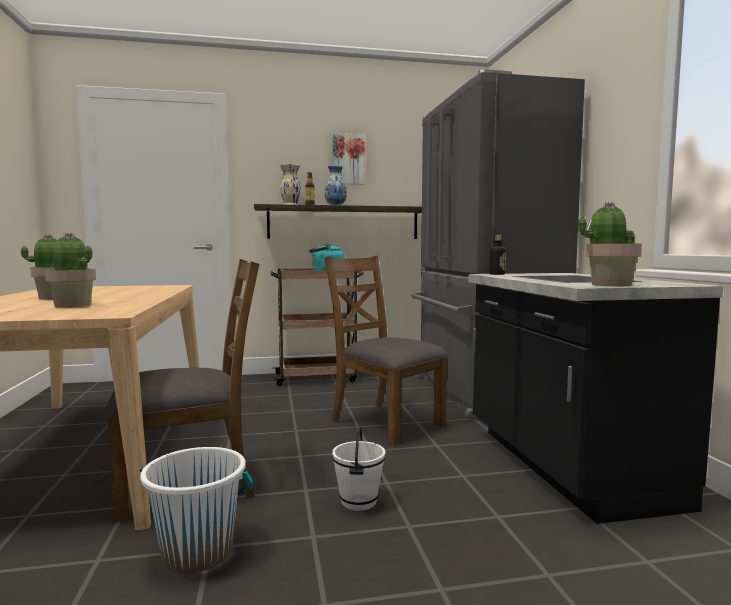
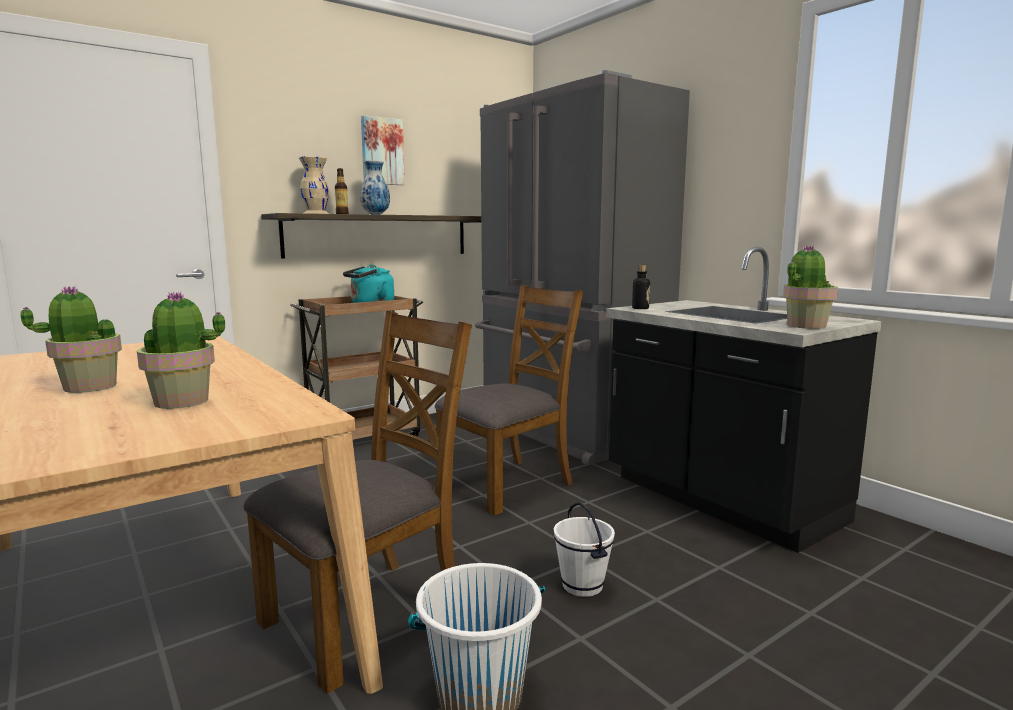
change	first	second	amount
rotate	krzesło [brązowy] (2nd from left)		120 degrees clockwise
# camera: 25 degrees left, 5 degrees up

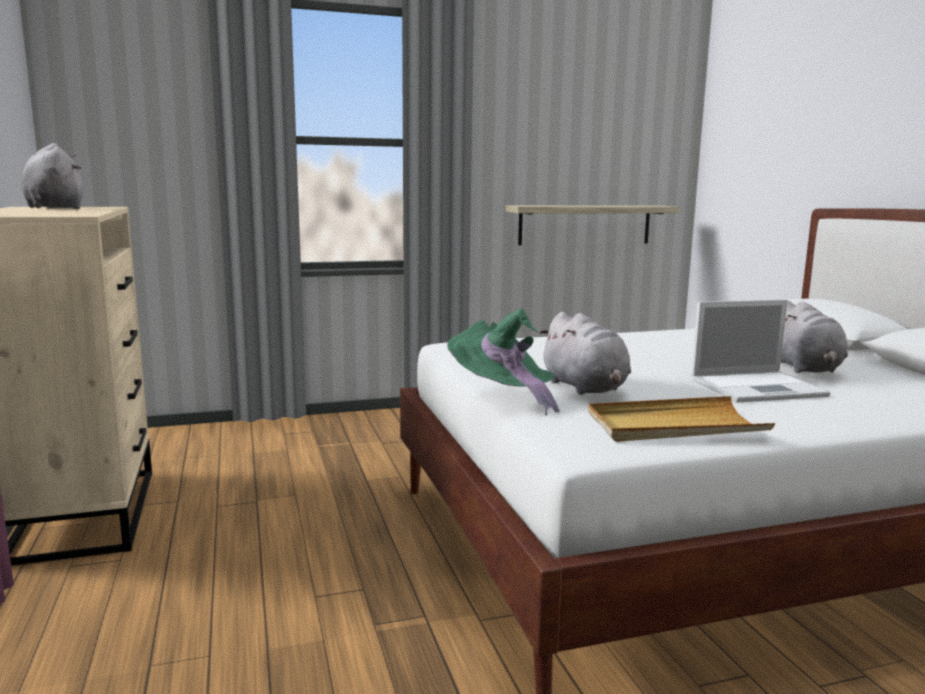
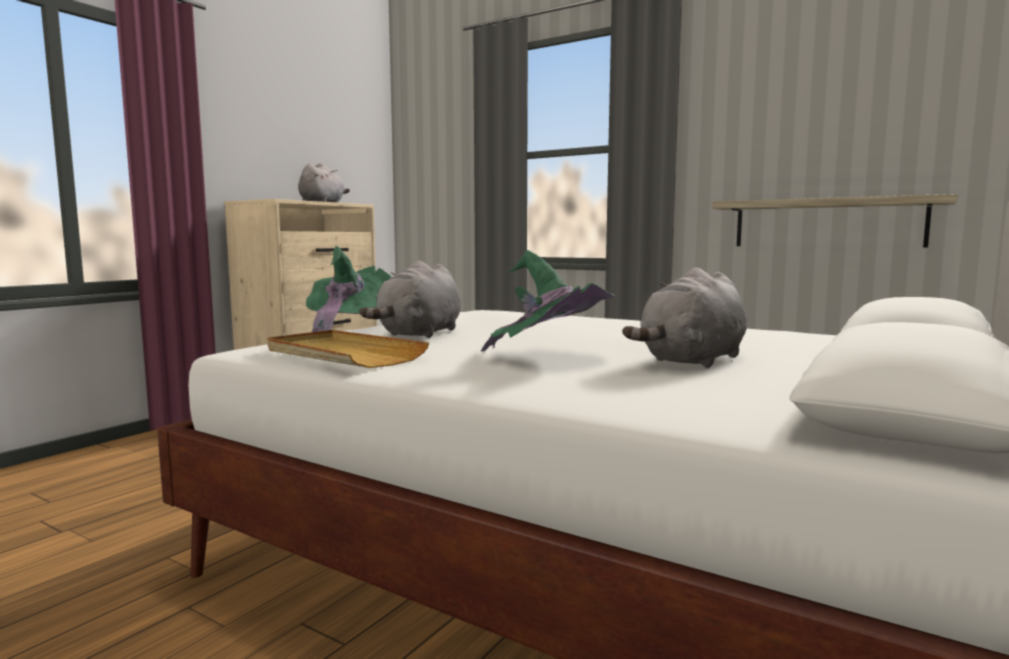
change	first	second	amount
replace	laptop	kapelusz [zielony] (2nd from left)	
# camera: 50 degrees right, 5 degrees down

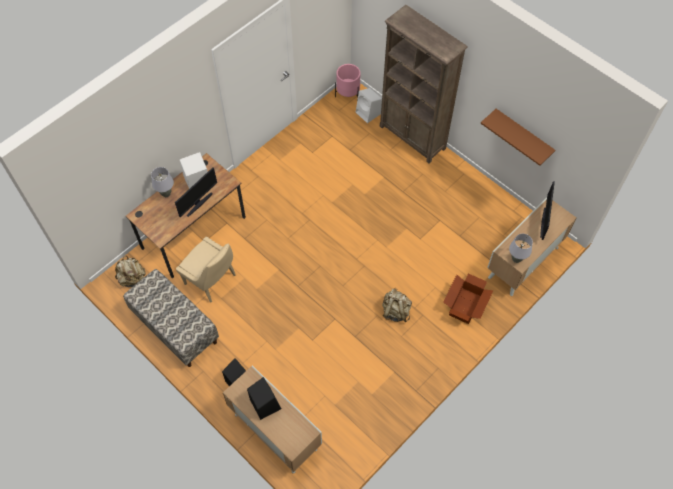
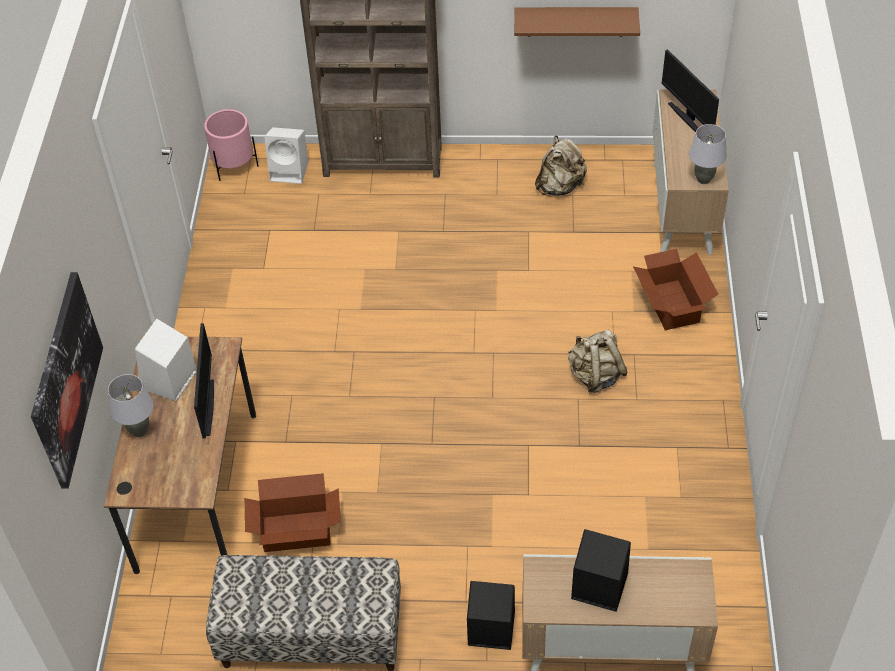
change	first	second	amount
replace	krzesło [beżowy]	karton (1st from left)	
move	plecak [beżowy] (1st from left)		
insert		obraz	
# camera: 40 degrees left, 10 degrees down

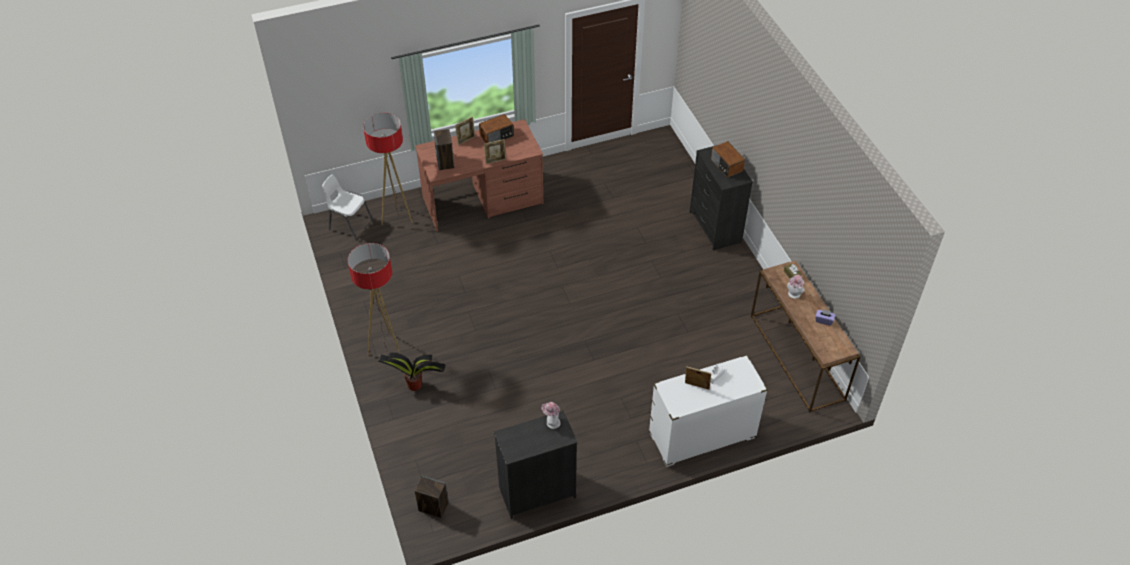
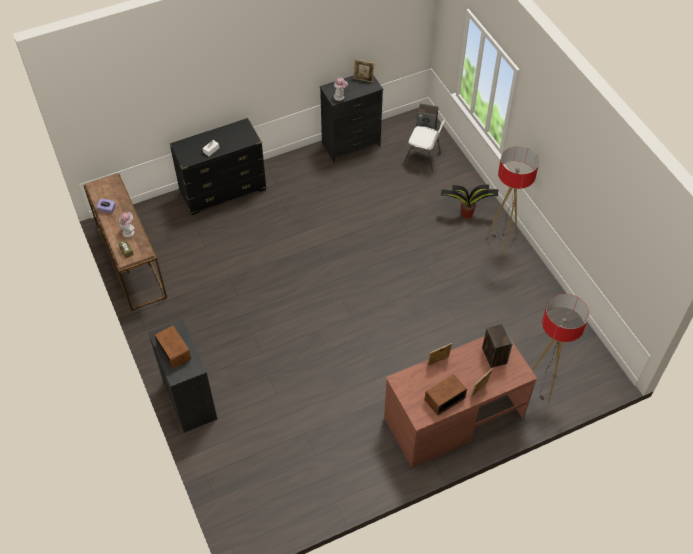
change	first	second	amount
move	krzesło [biały]		
recolor	komoda [biały]	komoda [czarny] (2nd from left)	
move	ramka na zdjęcie (3rd from left in the first image)	ramka na zdjęcie (1st from left)	
# camera: 175 degrees right, 5 degrees up

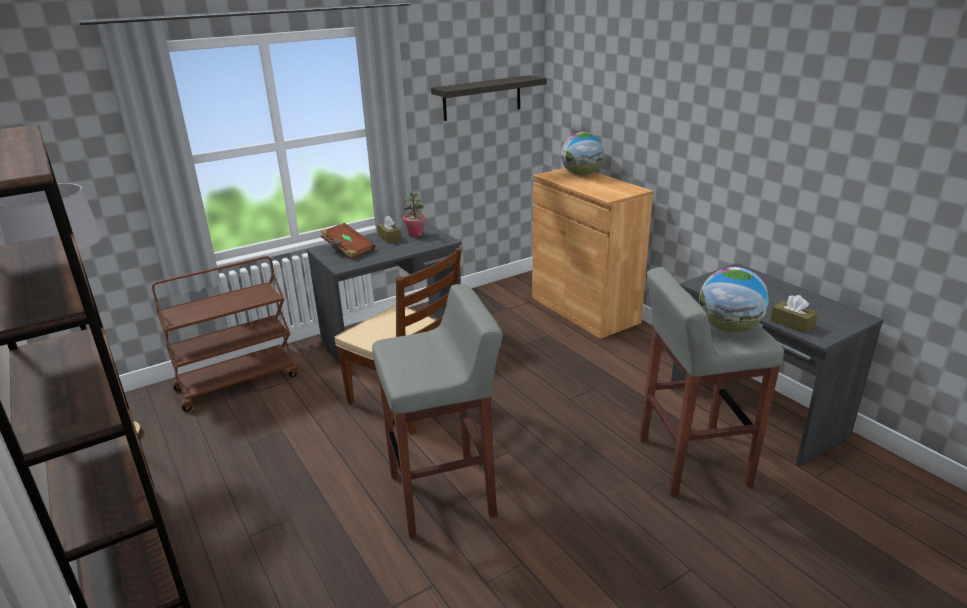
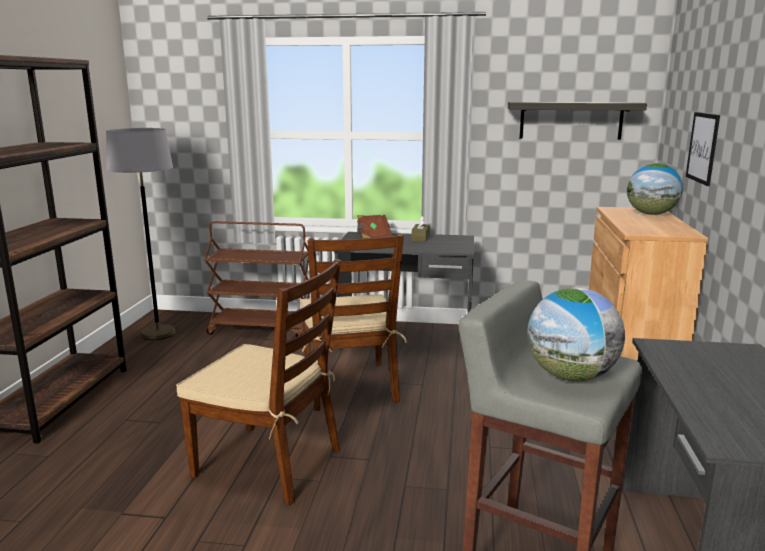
change	first	second	amount
delete	roślina doniczkowa		
replace	stołek [szary] (1st from left)	krzesło [brązowy] (1st from left)	
delete	pudełko chusteczek [brązowy] (2nd from left)		
insert		obraz	
# camera: 40 degrees right, 10 degrees down

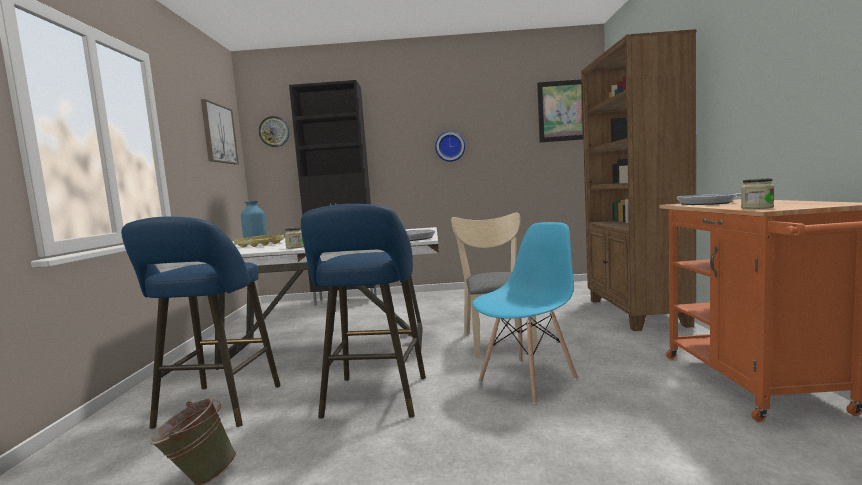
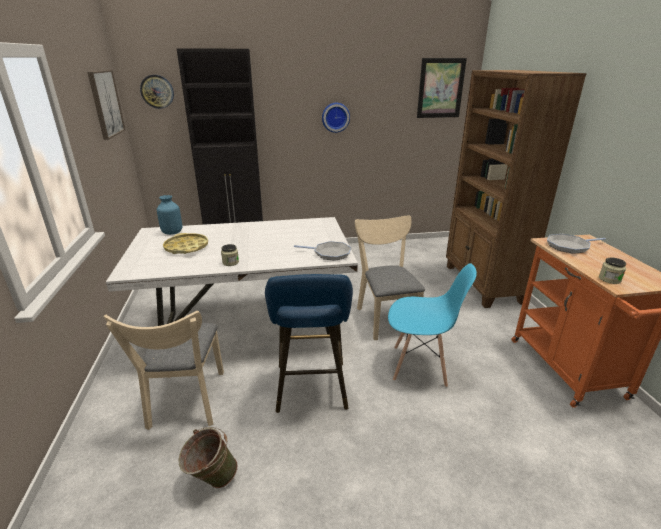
change	first	second	amount
replace	stołek [niebieski] (1st from left)	krzesło [beżowy] (1st from left)	
rotate	krzesło [niebieski]		60 degrees clockwise
# camera: 10 degrees left, 20 degrees up

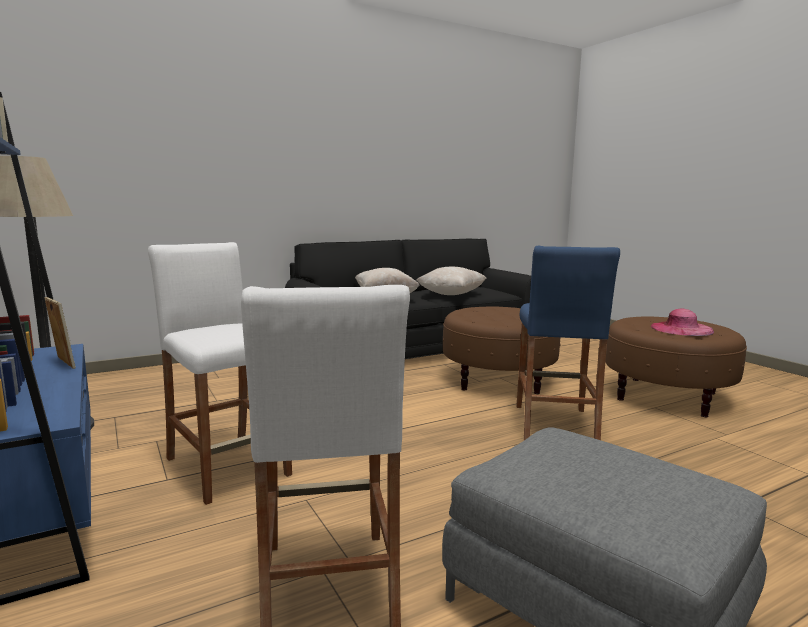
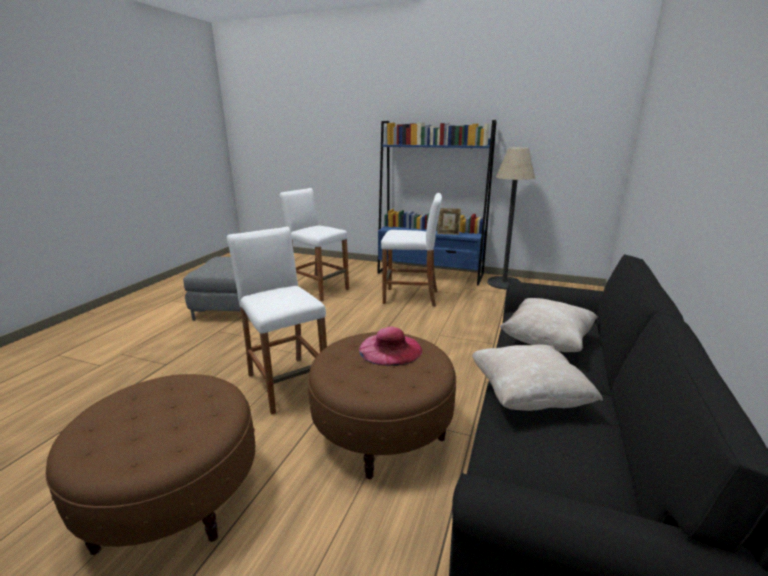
change	first	second	amount
recolor	stołek [niebieski]	stołek [biały] (1st from left)	
move	kapelusz [różowy]		
# camera: 140 degrees right, 10 degrees up

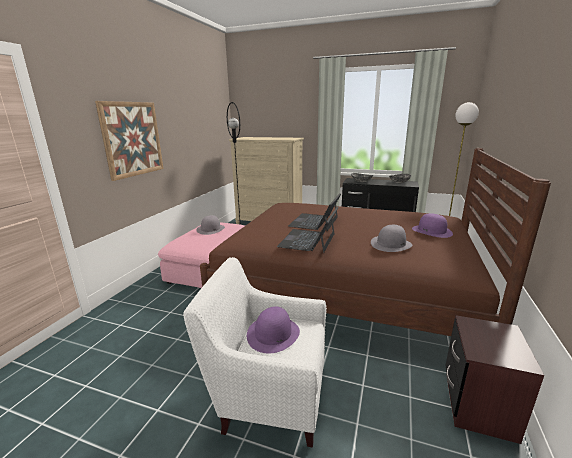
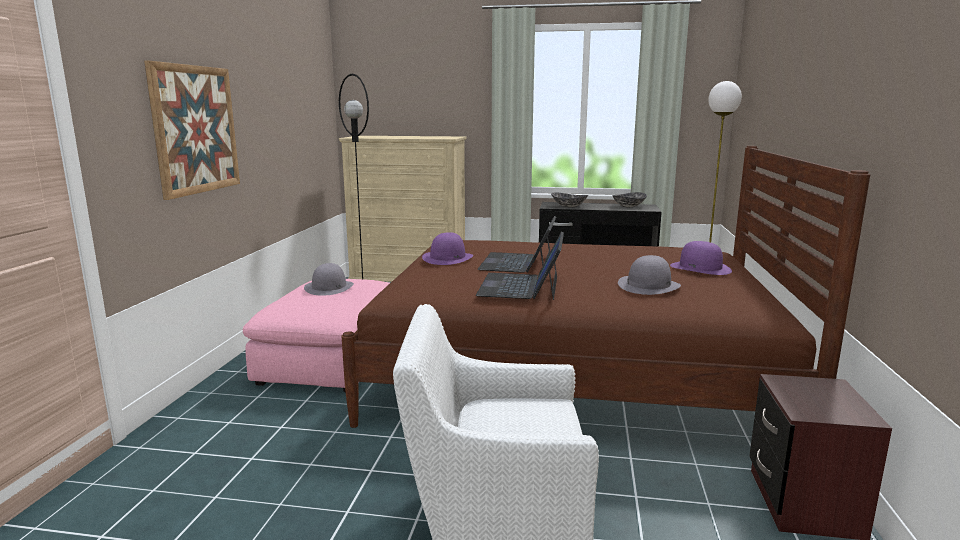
change	first	second	amount
move	kapelusz [fioletowy] (1st from left)		
# camera: 10 degrees left, 5 degrees down

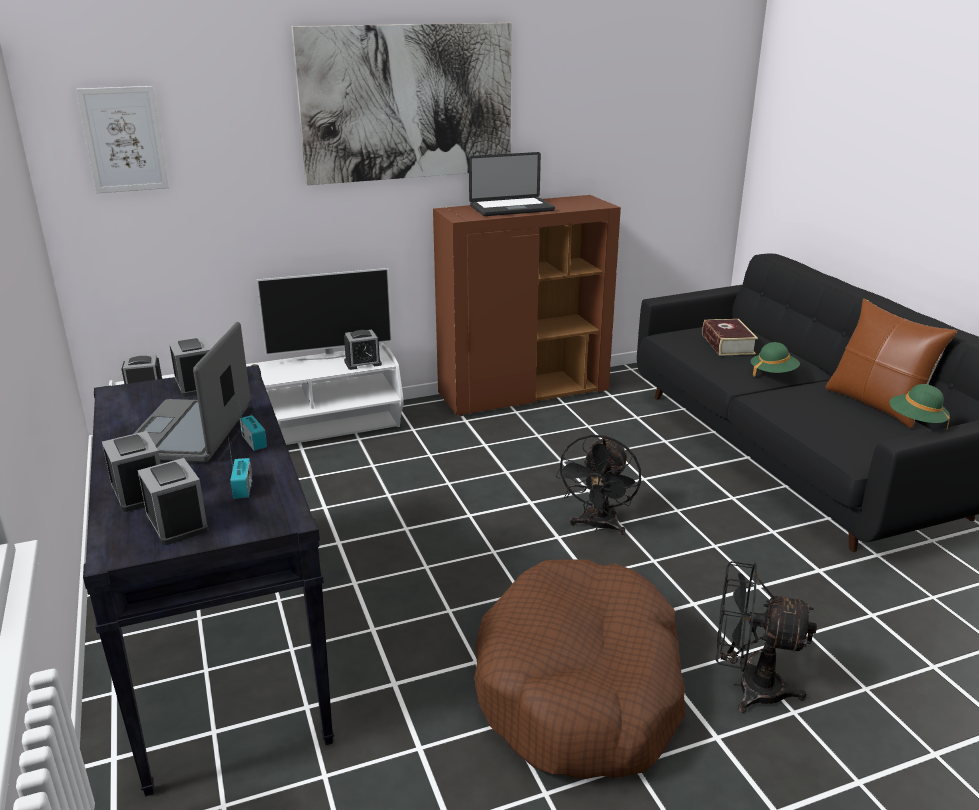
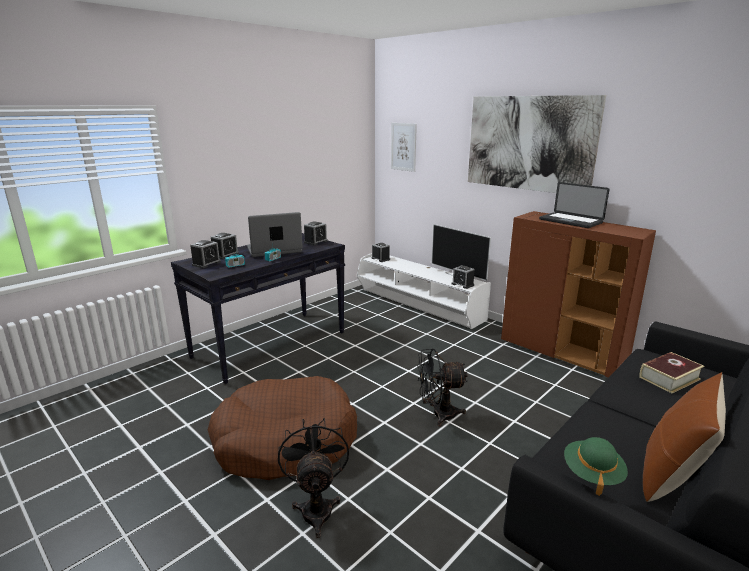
change	first	second	amount
delete	kapelusz [zielony] (1st from left)		
# camera: 65 degrees right, 5 degrees down

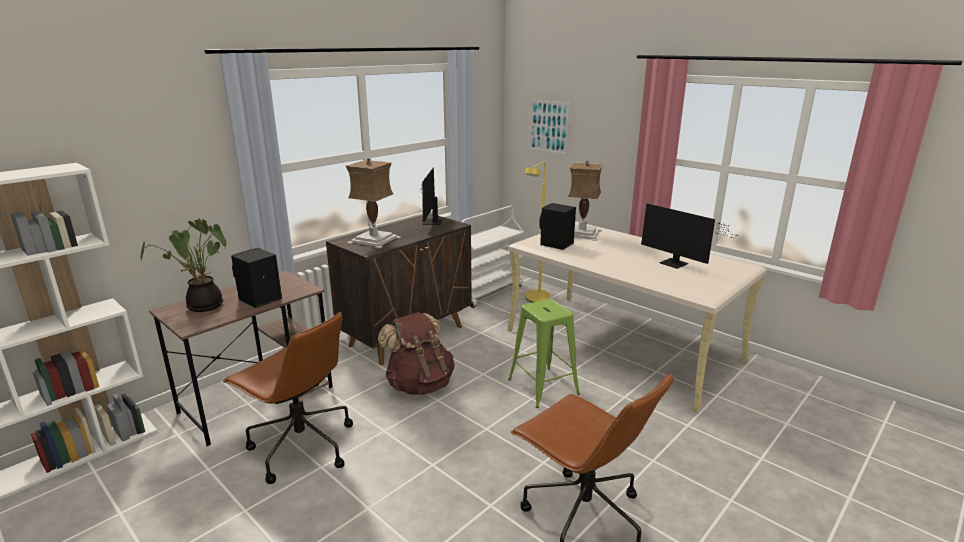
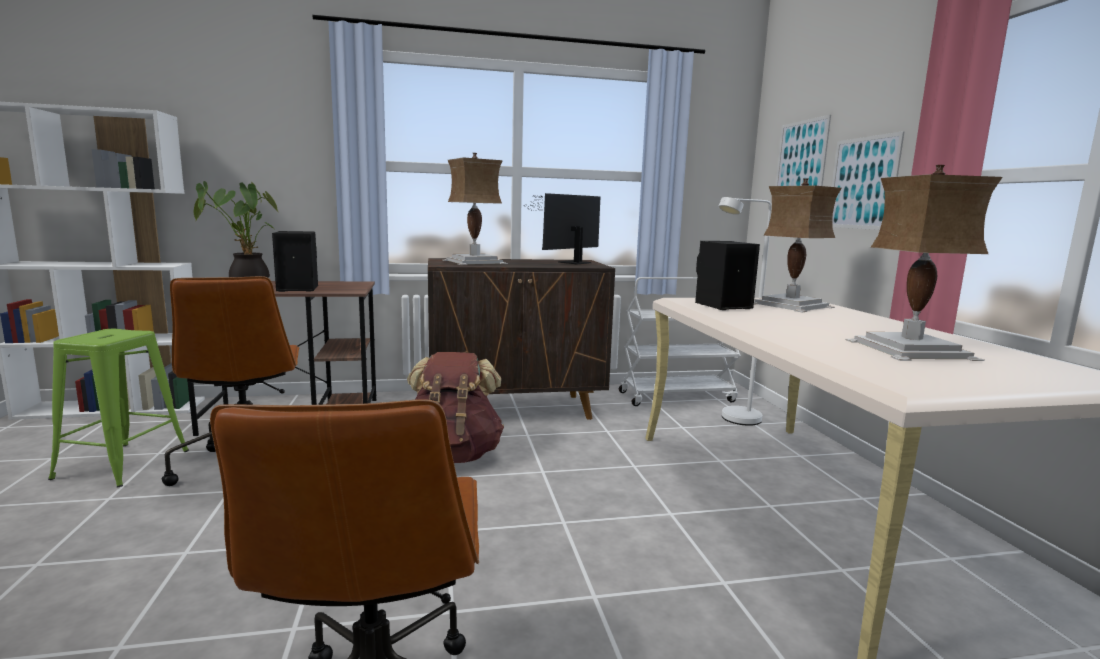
change	first	second	amount
recolor	lampa stojąca [żółty]	lampa stojąca [biały]	
replace	monitor (2nd from left)	lampa stołowa (3rd from left)	
move	stołek [zielony]		
insert		obraz (2nd from left)	
# camera: 35 degrees right, 10 degrees down

